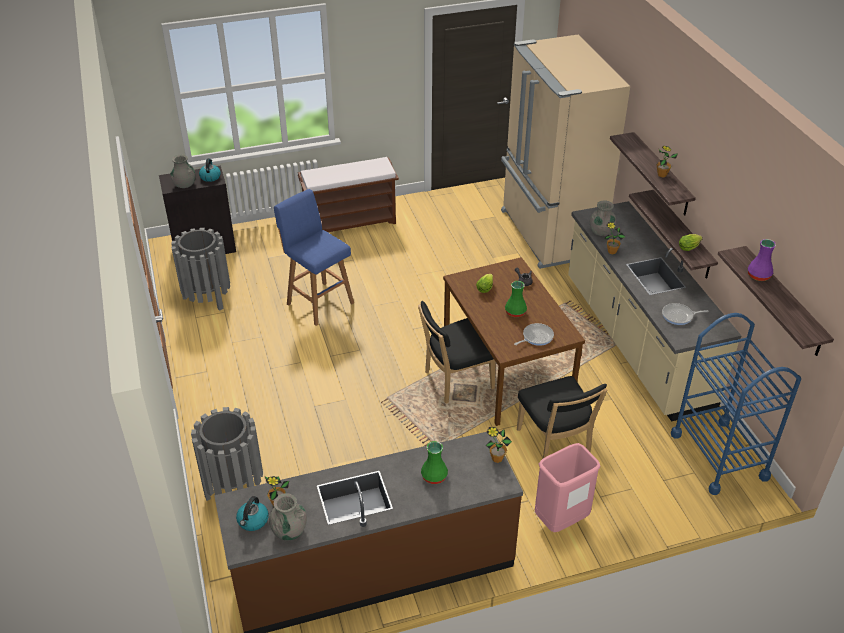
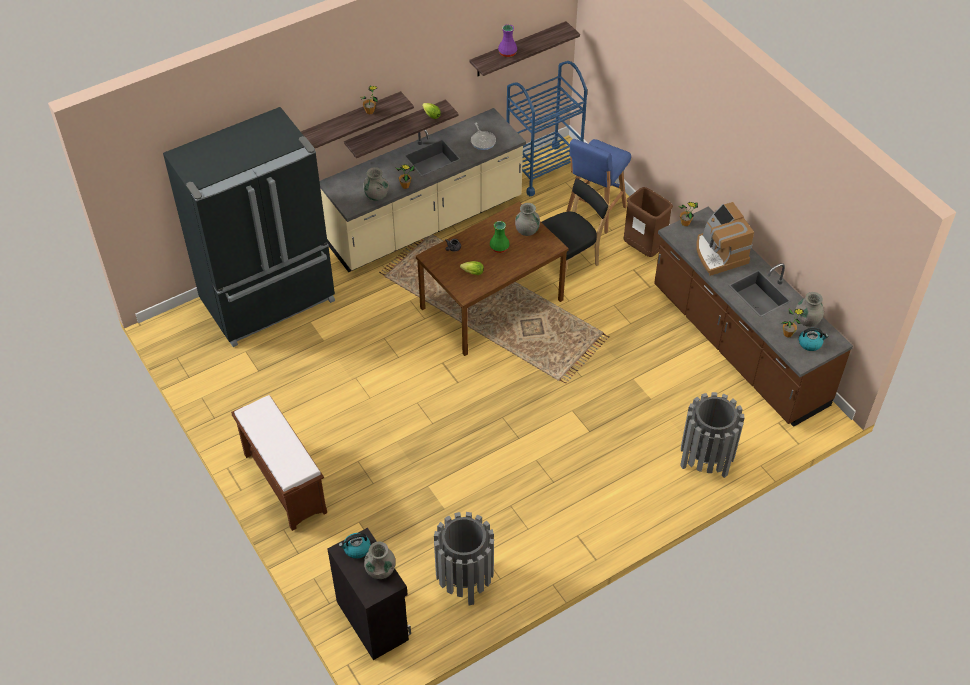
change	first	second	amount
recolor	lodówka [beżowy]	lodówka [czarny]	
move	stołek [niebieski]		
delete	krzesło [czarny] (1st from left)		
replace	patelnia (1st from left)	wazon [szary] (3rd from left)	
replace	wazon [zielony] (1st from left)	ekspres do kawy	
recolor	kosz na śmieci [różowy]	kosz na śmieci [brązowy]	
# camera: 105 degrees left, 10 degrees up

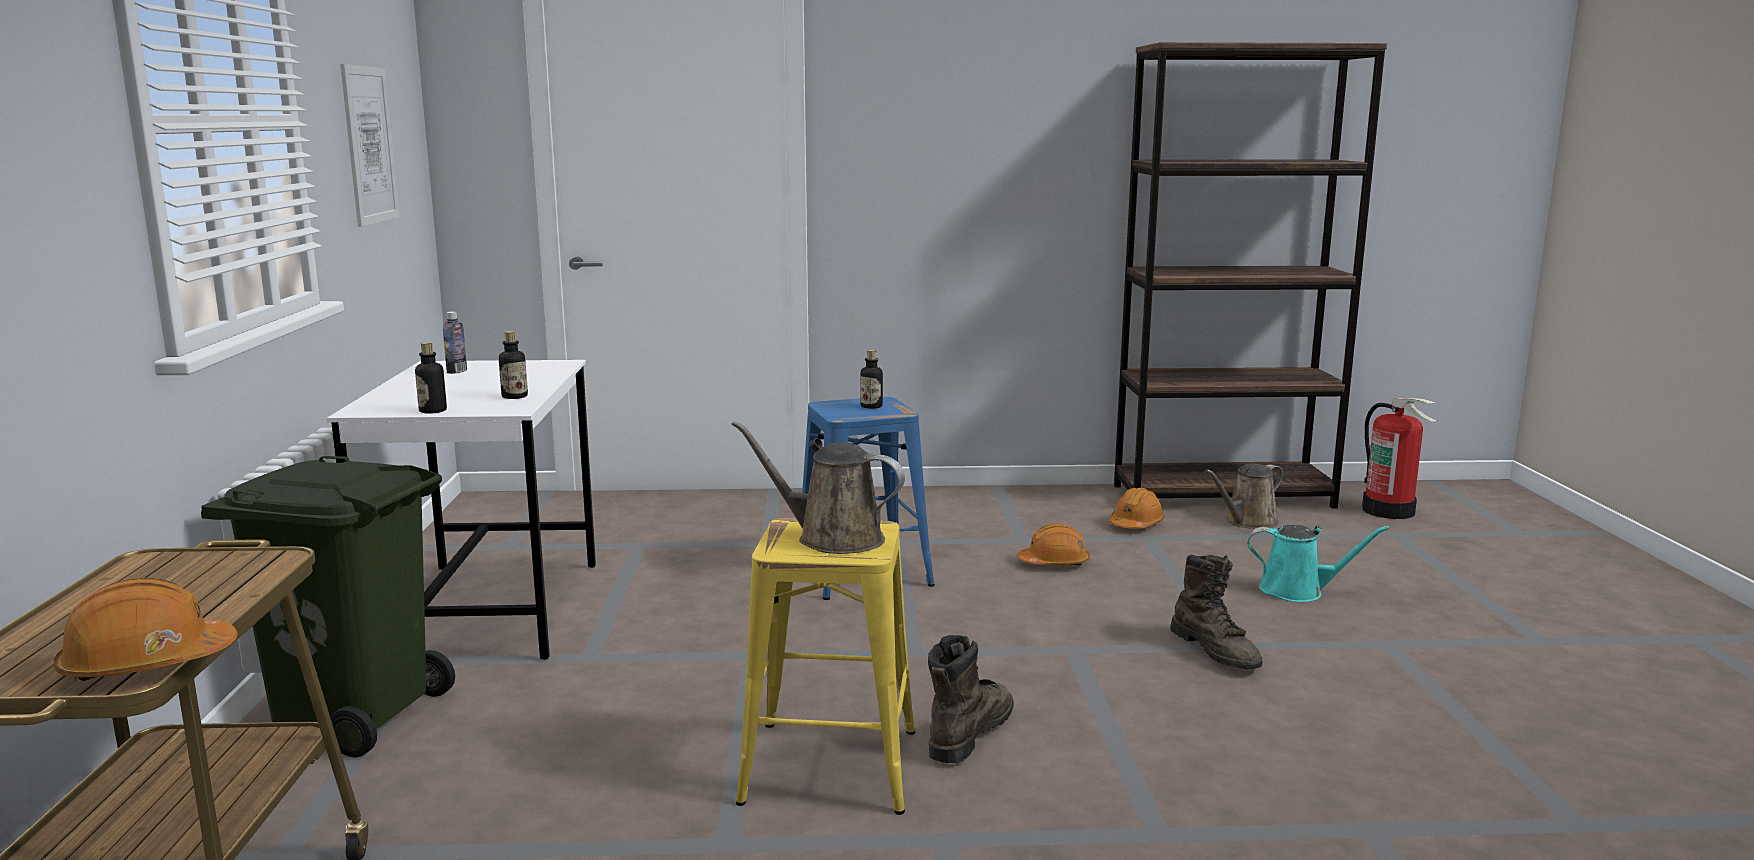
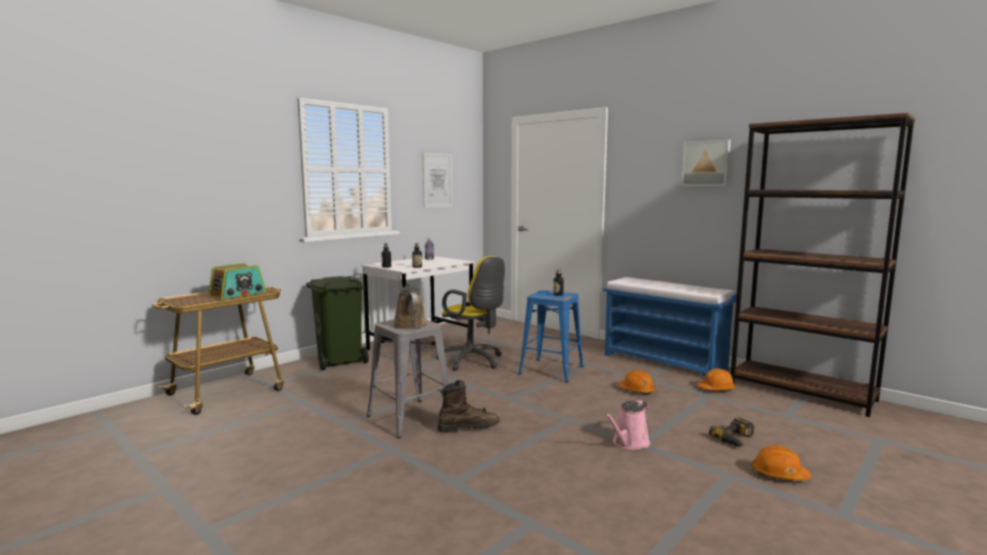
change	first	second	amount
delete	gaśnica		
delete	konewka [brązowy] (2nd from left)		
recolor	stołek [żółty]	stołek [szary]	
replace	konewka [turkusowy]	wiertarka	
replace	but z cholewką [brązowy] (2nd from left)	konewka [różowy]	
move	kask [pomarańczowy] (1st from left in the first image)	kask [pomarańczowy] (3rd from left)	
insert		obraz (2nd from left)	
insert		krzesło biurowe [żółty]	
insert		radio	
insert		ławka [niebieski]	
# camera: 45 degrees right, 5 degrees down

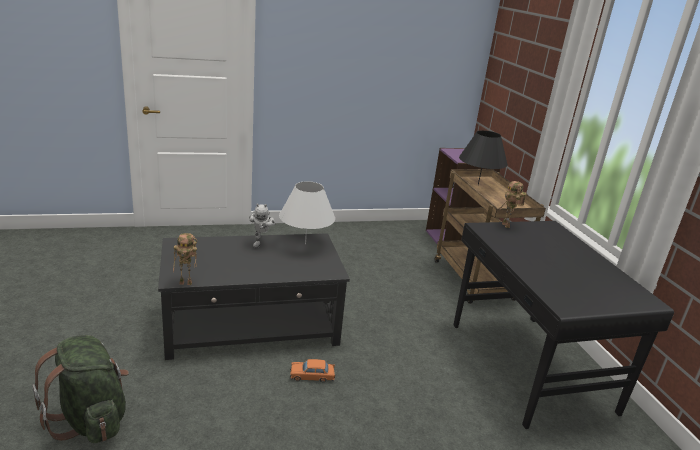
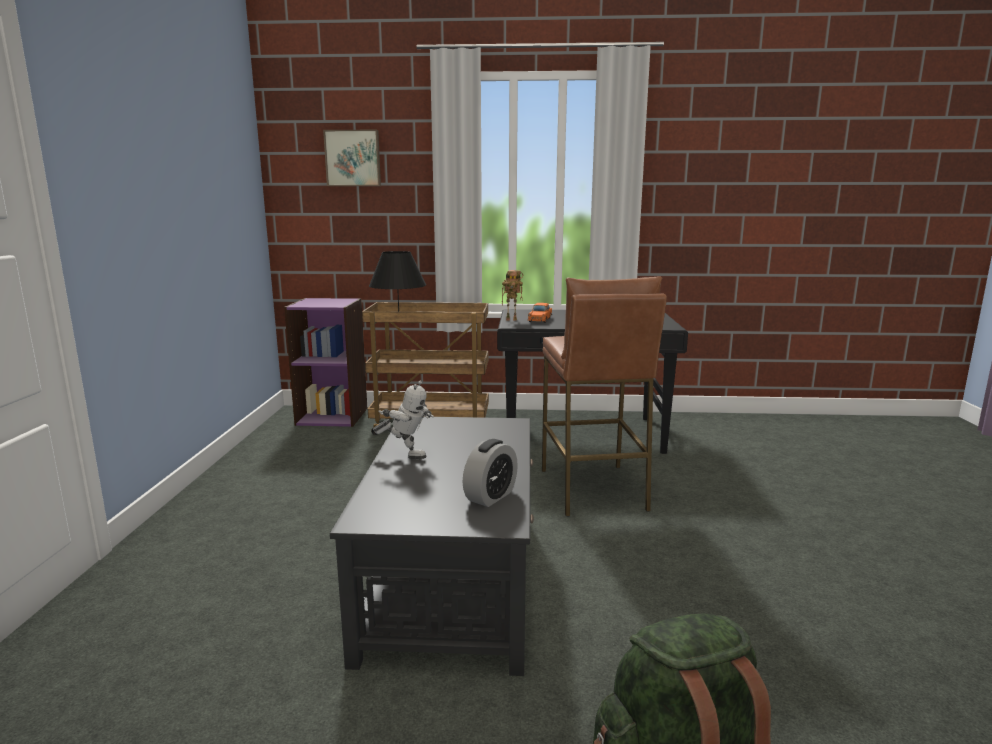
change	first	second	amount
delete	lampa stołowa [biały]		
delete	robot zabawkowy (1st from left)		
move	samochodzik [pomarańczowy]		
insert		obraz	
insert		stołek [brązowy]	
insert		budzik	
# camera: 70 degrees left, 10 degrees down

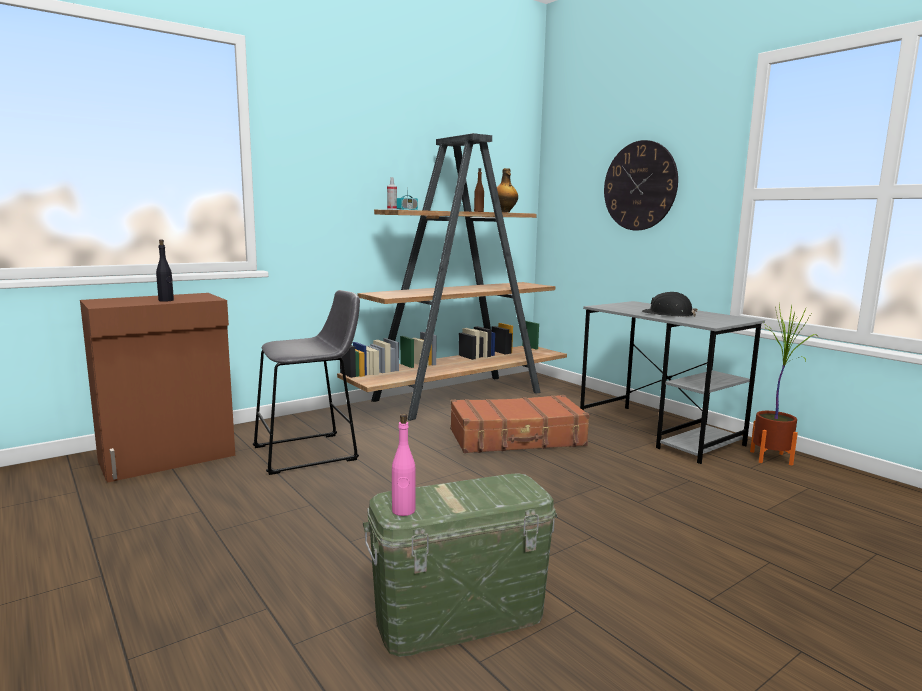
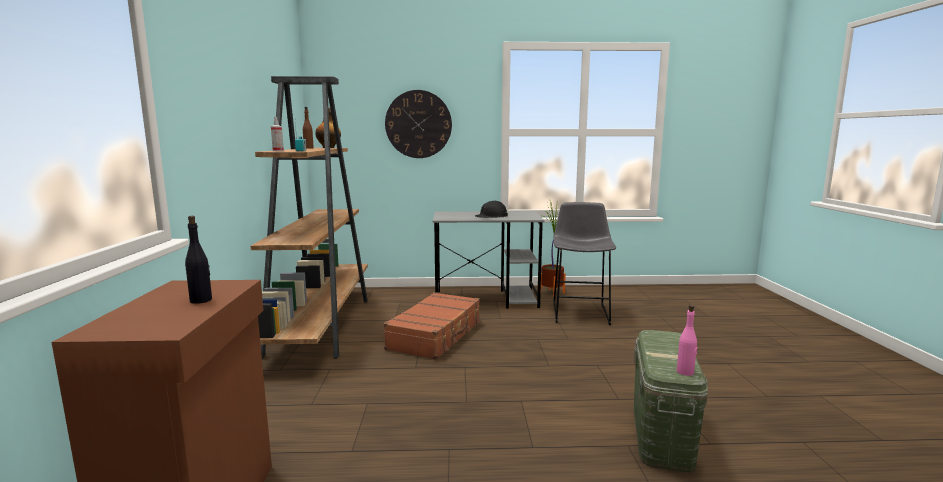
change	first	second	amount
move	stołek [szary]		
# camera: 55 degrees left, 0 degrees up

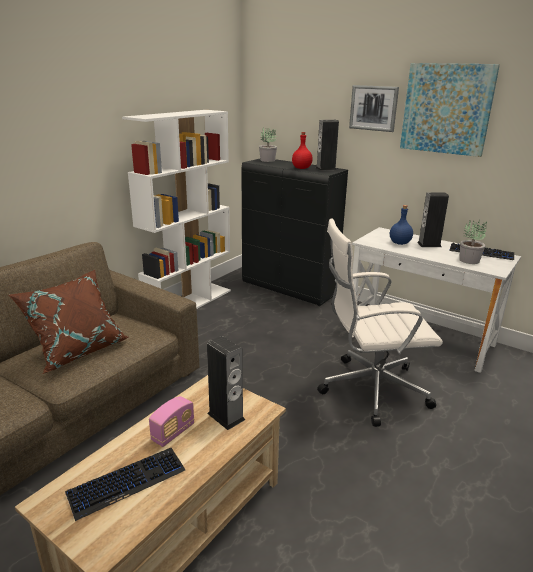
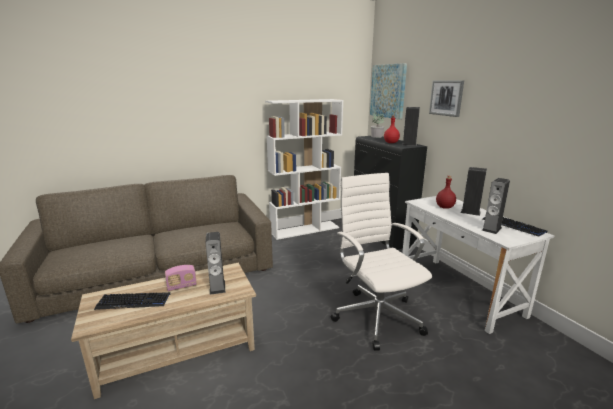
change	first	second	amount
move	obraz (2nd from left in the first image)	obraz (1st from left)	
recolor	butelka [niebieski]	butelka [czerwony] (2nd from left)	
rotate	krzesło biurowe [biały]		45 degrees clockwise
replace	roślina doniczkowa (2nd from left)	głośnik (4th from left)	
delete	poduszka [brązowy]		
# camera: 30 degrees right, 5 degrees down

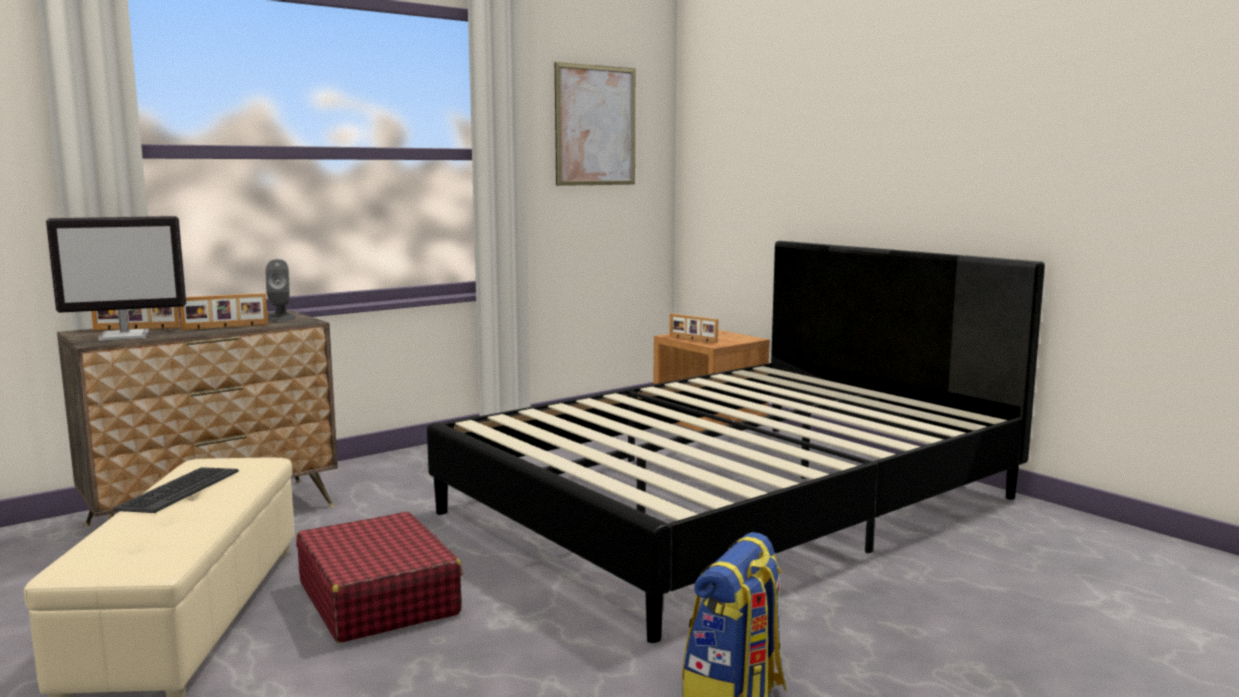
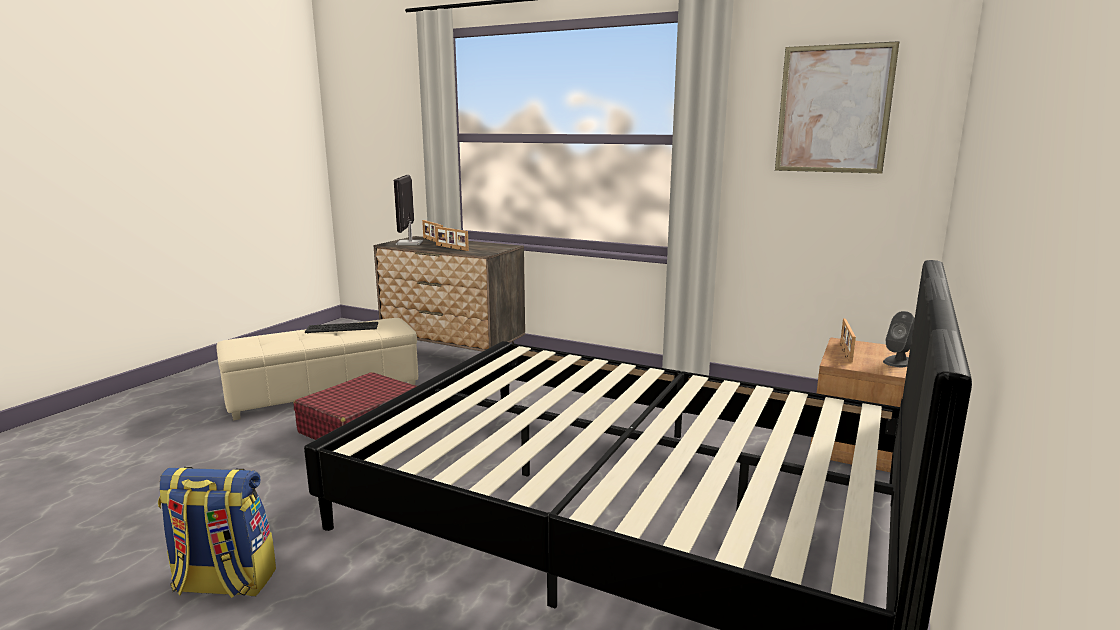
change	first	second	amount
rotate	monitor		45 degrees clockwise
move	głośnik [szary]		
# camera: 65 degrees right, 5 degrees up

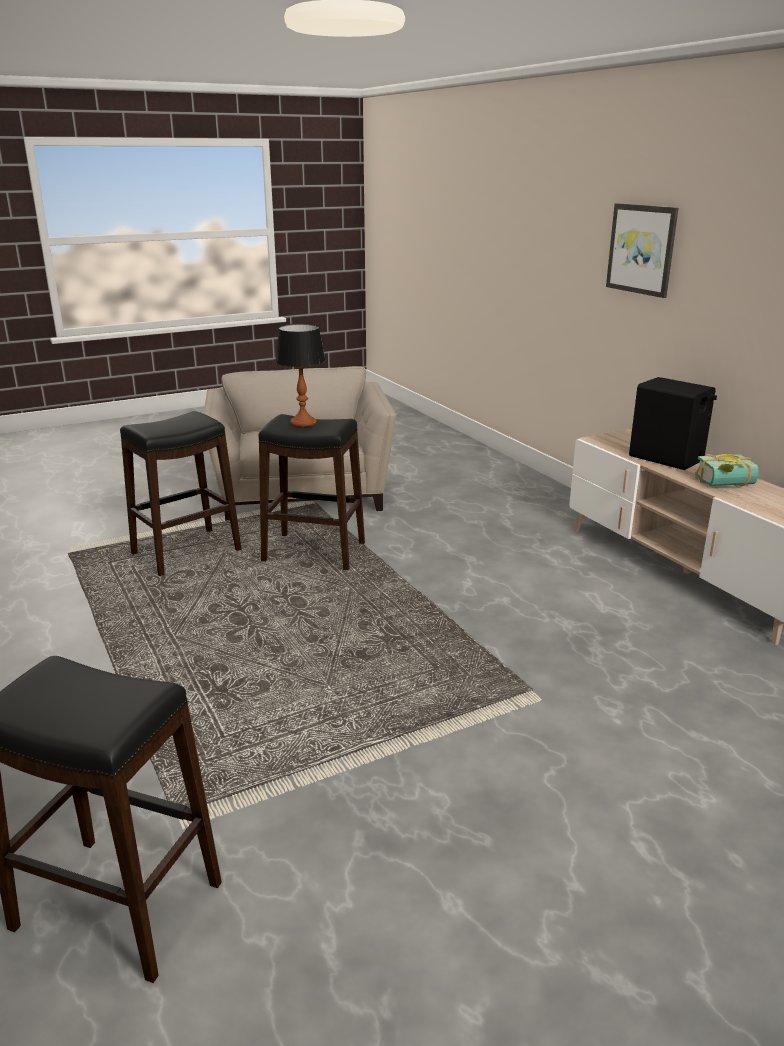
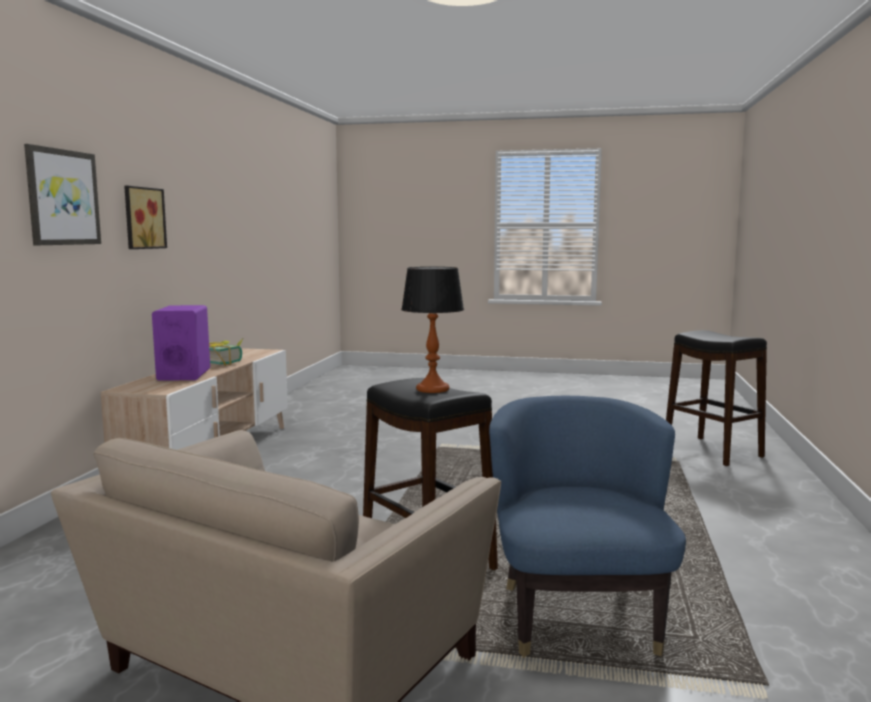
change	first	second	amount
recolor	głośnik [czarny]	głośnik [fioletowy]	
replace	stołek [czarny] (2nd from left)	fotel [niebieski]	
insert		obraz (2nd from left)	
# camera: 140 degrees left, 15 degrees down

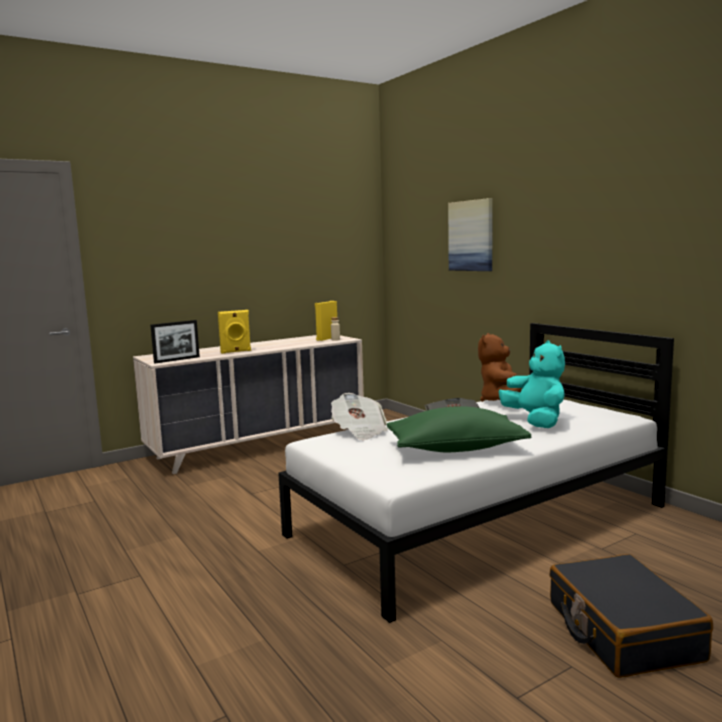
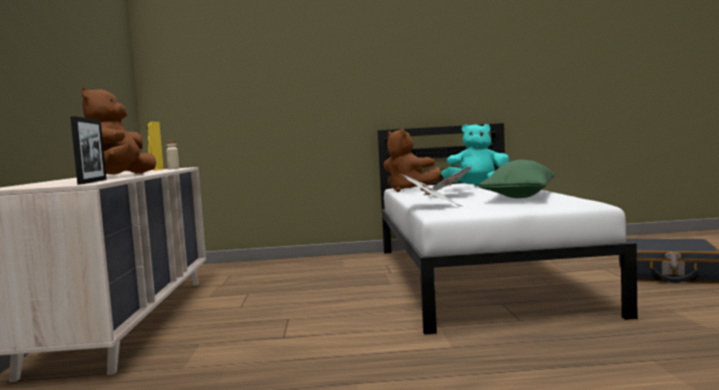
change	first	second	amount
delete	obraz		
replace	głośnik [żółty] (1st from left)	pluszak [brązowy] (1st from left)	
# camera: 60 degrees left, 5 degrees down

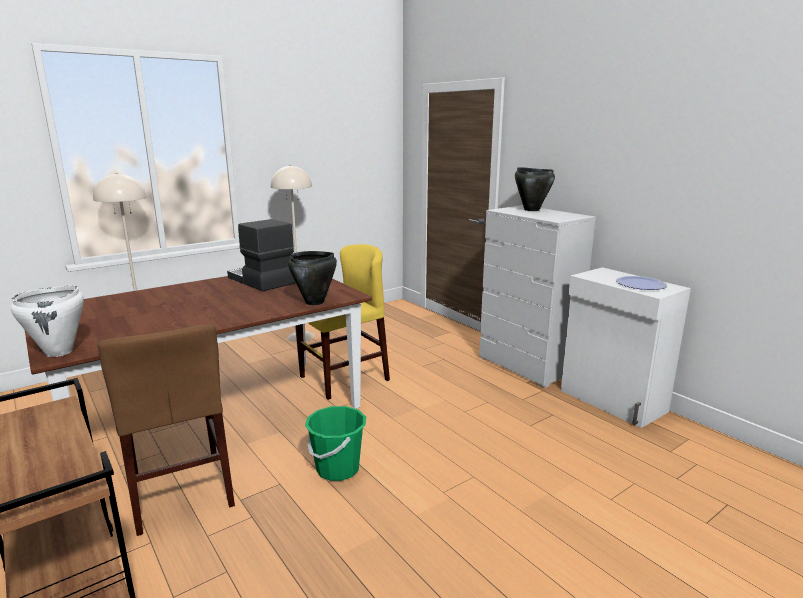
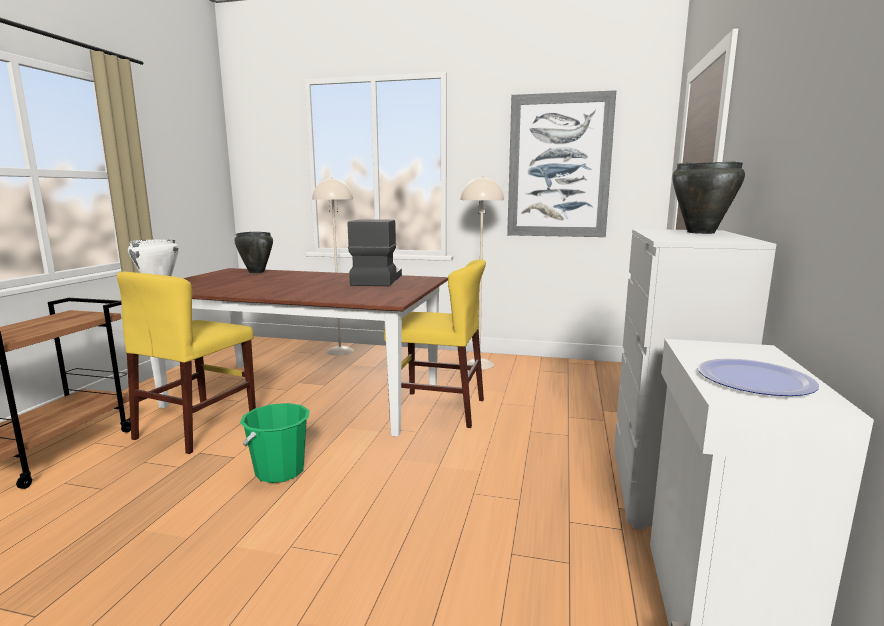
change	first	second	amount
move	garnek [czarny] (1st from left)		
recolor	krzesło [brązowy]	krzesło [żółty] (1st from left)	
insert		obraz	
# camera: 50 degrees right, 5 degrees down

